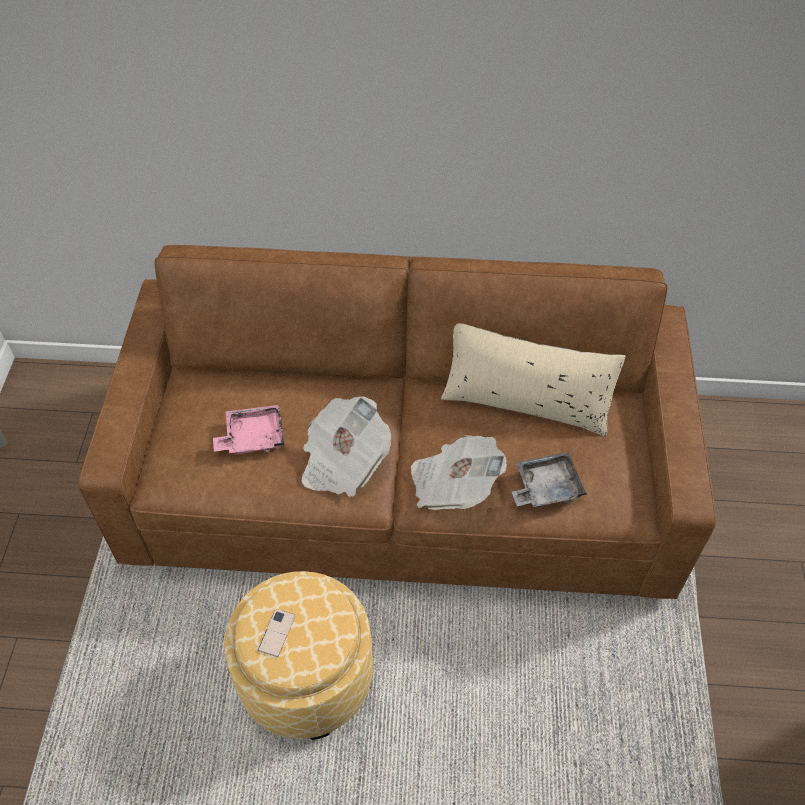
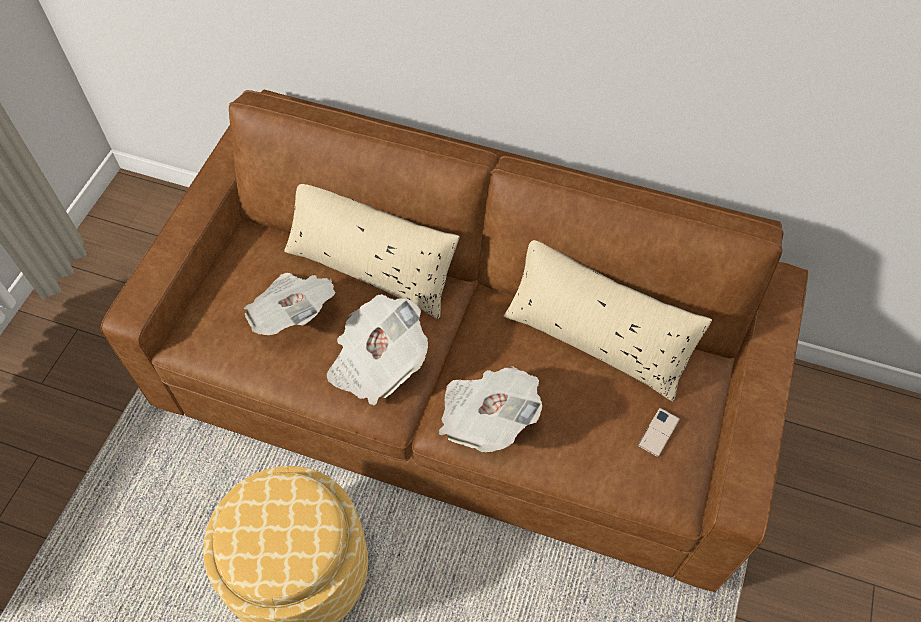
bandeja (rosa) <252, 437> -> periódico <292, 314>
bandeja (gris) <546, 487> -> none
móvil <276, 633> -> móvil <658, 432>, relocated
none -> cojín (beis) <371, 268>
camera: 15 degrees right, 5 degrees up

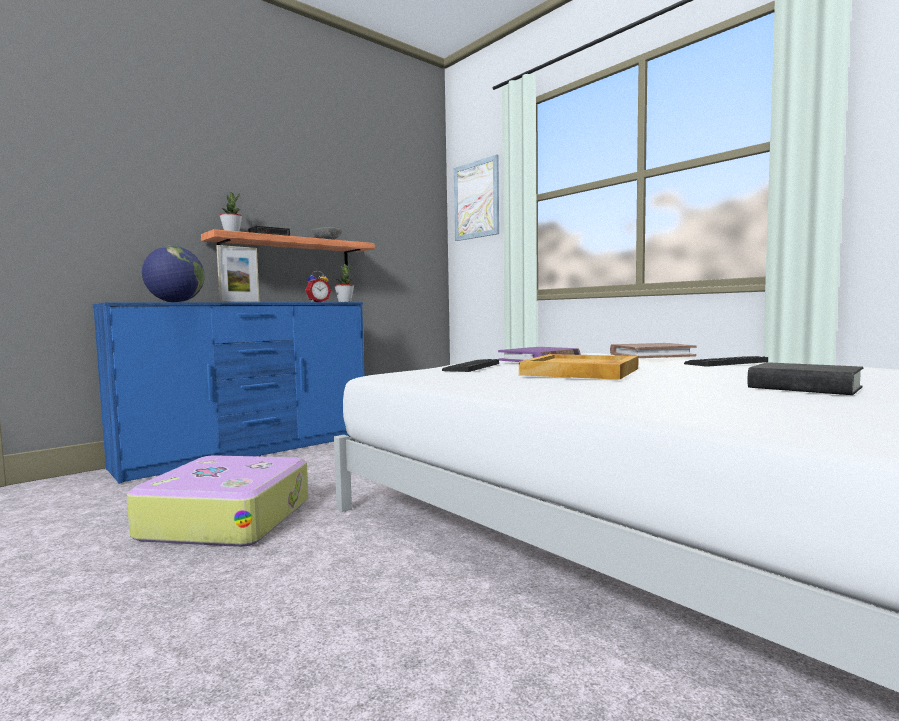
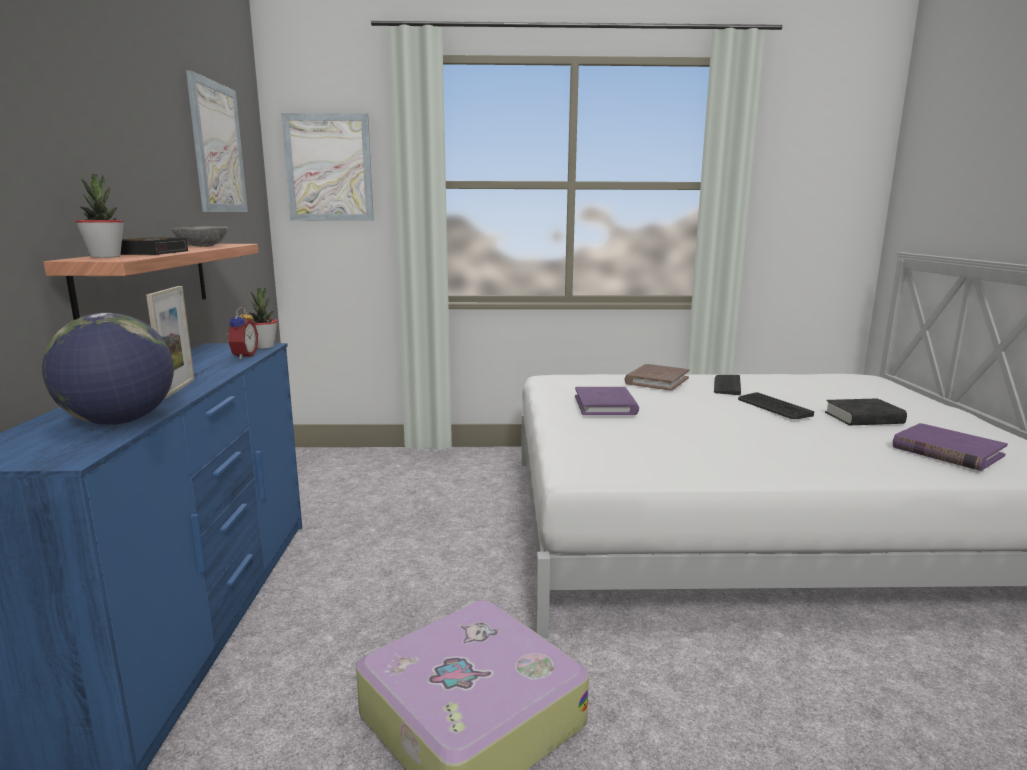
bandeja (beis) <581, 372> -> none
teclado <471, 367> -> teclado <773, 407>, relocated
none -> cuadro <217, 148>
none -> libro (morado) <946, 451>
camera: 50 degrees left, 10 degrees up

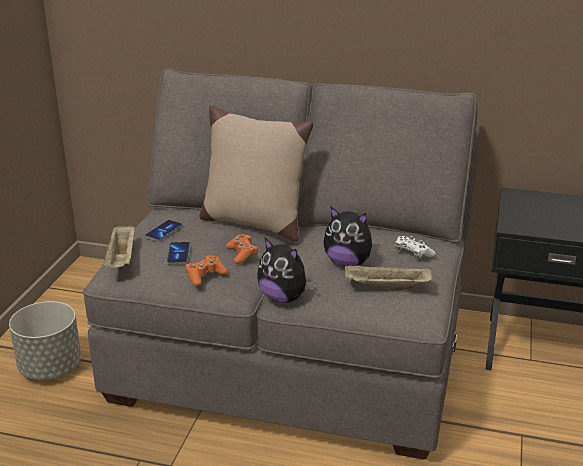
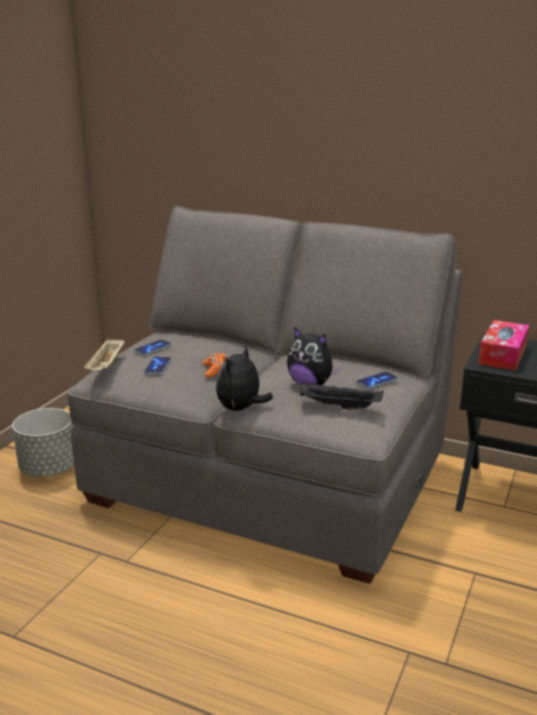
cojín (beis) <253, 222> -> none
mando de consola (blanco) <413, 253> -> móvil <377, 381>
peluche <284, 298> -> peluche <241, 409>, 75 degrees clockwise
mando de consola (naranja) <205, 276> -> none
bandeja (beis) <386, 288> -> bandeja (negro) <338, 407>
none -> caja de pañuelos <502, 355>
camera: 10 degrees right, 5 degrees down

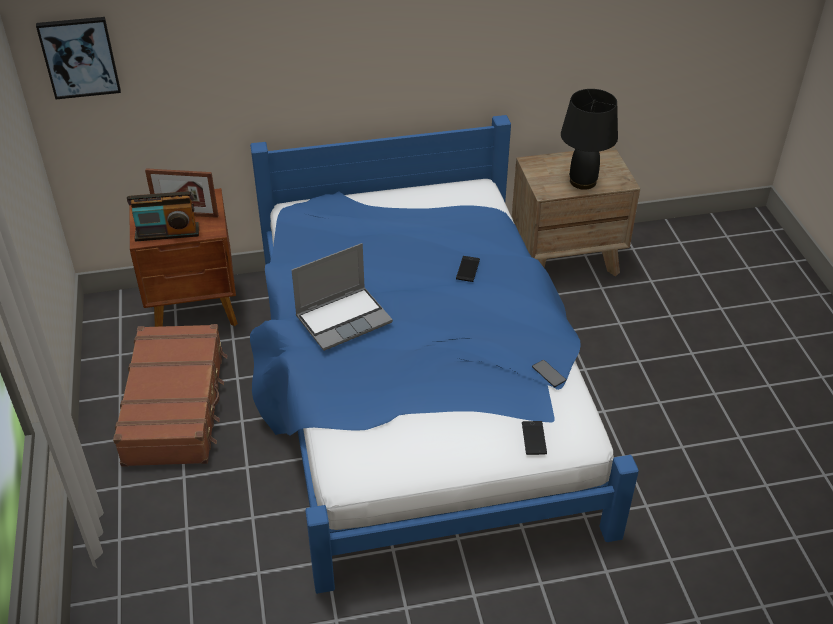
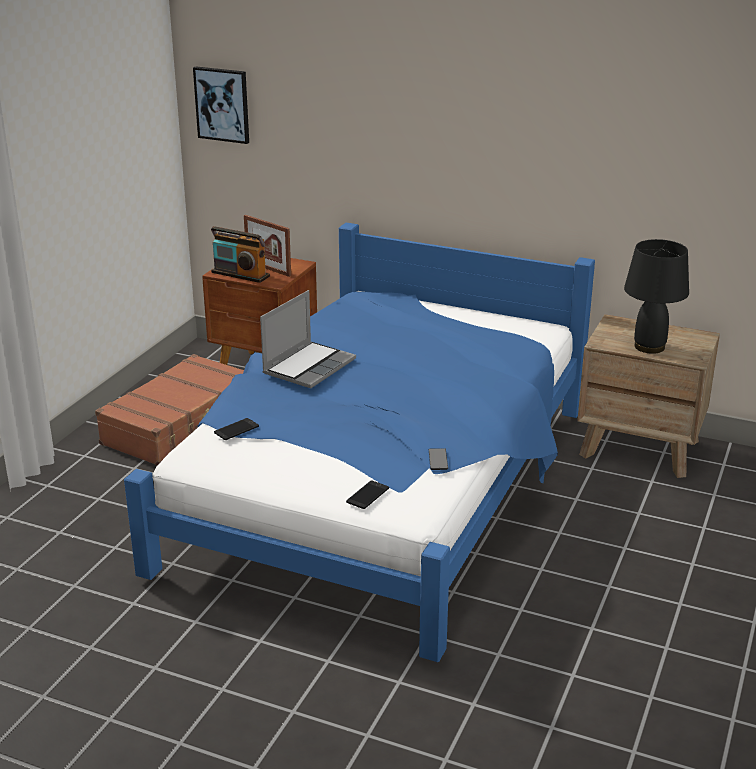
portátil <344, 318> -> portátil <309, 366>, 60 degrees counterclockwise
móvil <468, 269> -> móvil <236, 429>, relocated
camera: 35 degrees right, 15 degrees down

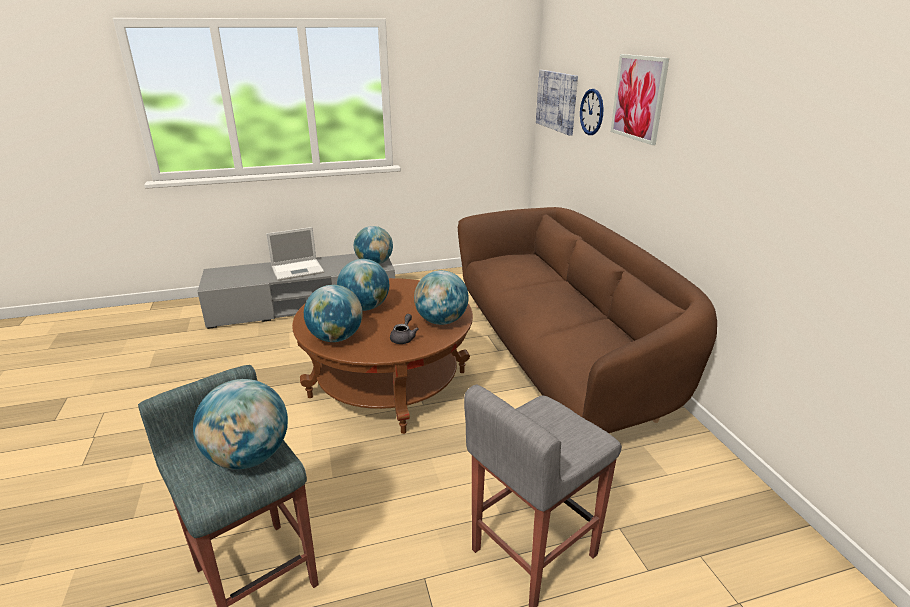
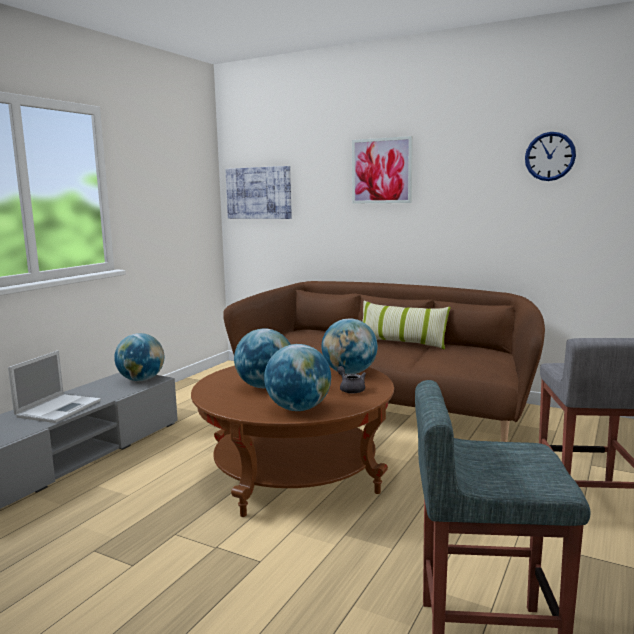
reloj de pared <592, 112> -> reloj de pared <550, 156>, relocated
globo terráqueo <248, 457> -> none
none -> cojín <401, 343>
camera: 45 degrees left, 15 degrees down

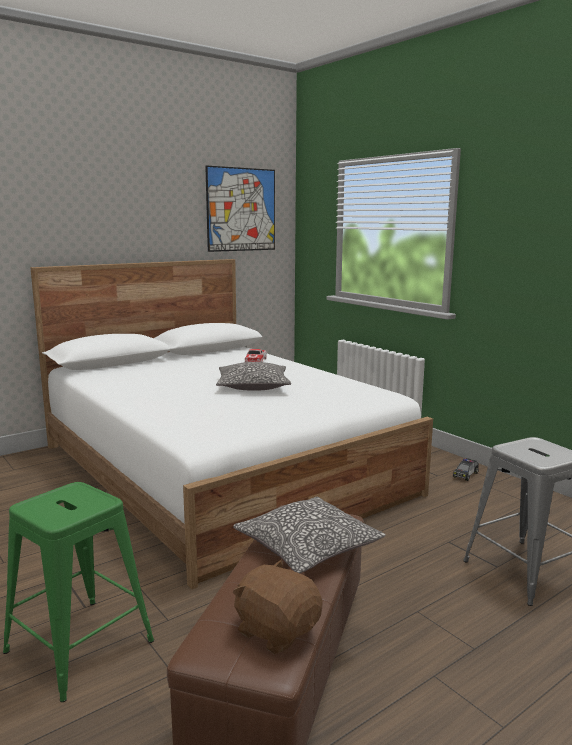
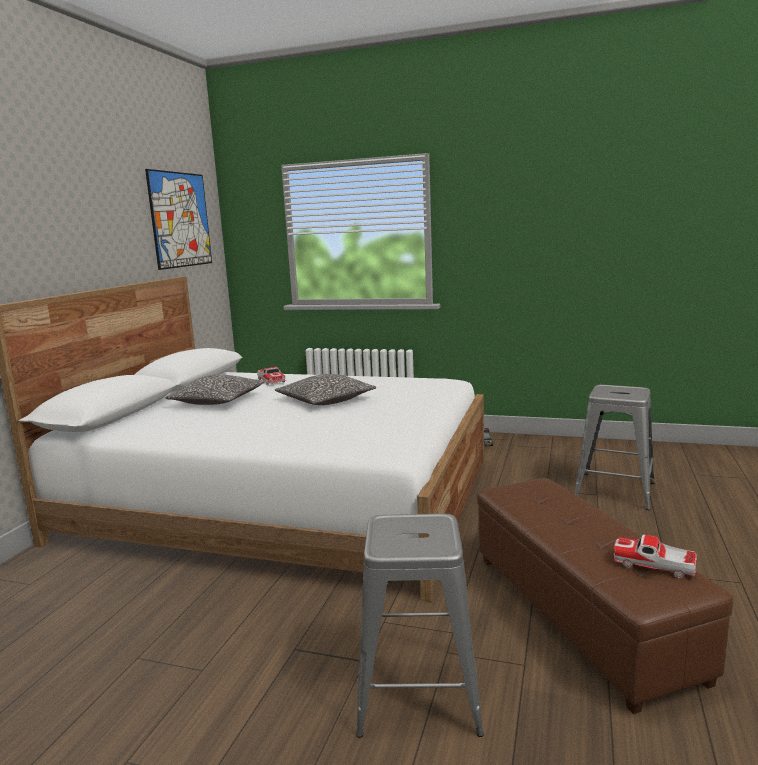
taburete (verde) <80, 646> -> taburete (gris) <419, 690>
cojín <308, 547> -> cojín <218, 401>, relocated
peluche (marrón) <277, 630> -> coche de juguete <654, 565>
camera: 35 degrees left, 0 degrees up

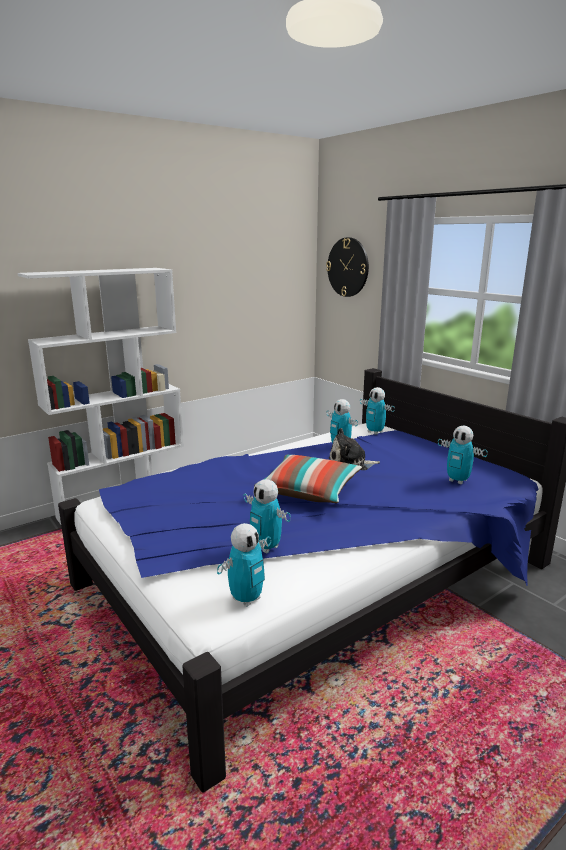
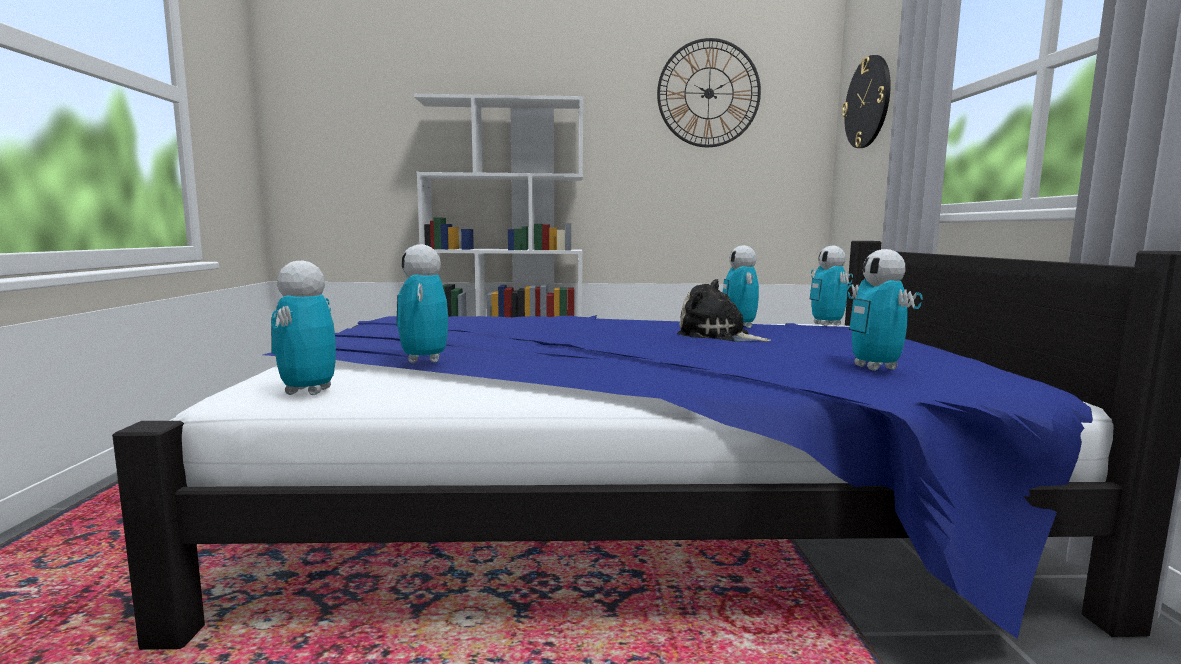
cojín <309, 491> -> none
robot de juguete <246, 599> -> robot de juguete <308, 391>, 105 degrees clockwise
none -> reloj de pared <708, 93>
camera: 35 degrees right, 10 degrees down

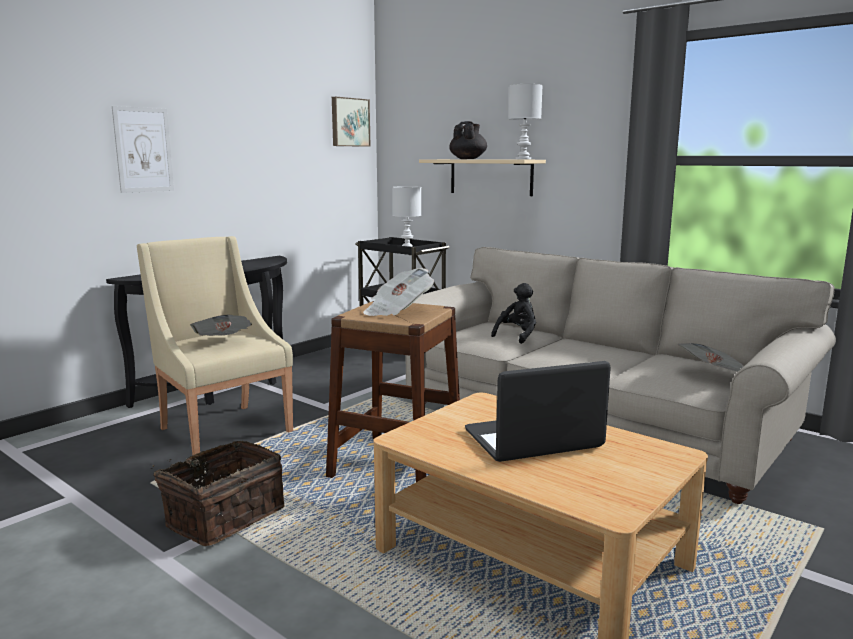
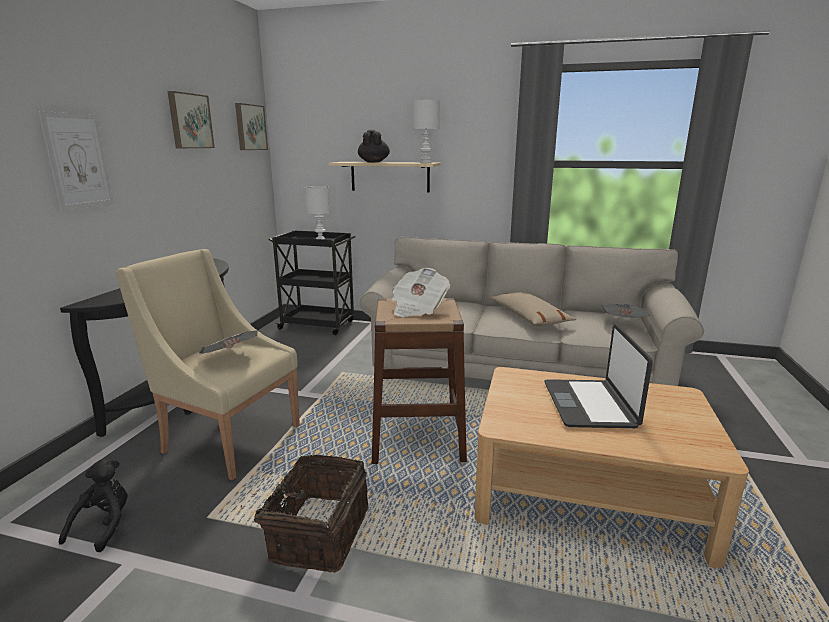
peluche (negro) <517, 336> -> peluche (negro) <104, 526>, relocated
portátil <533, 440> -> portátil <590, 404>, 45 degrees counterclockwise
none -> cuadro <189, 121>
none -> cojín (beis) <529, 317>
camera: 25 degrees left, 5 degrees up

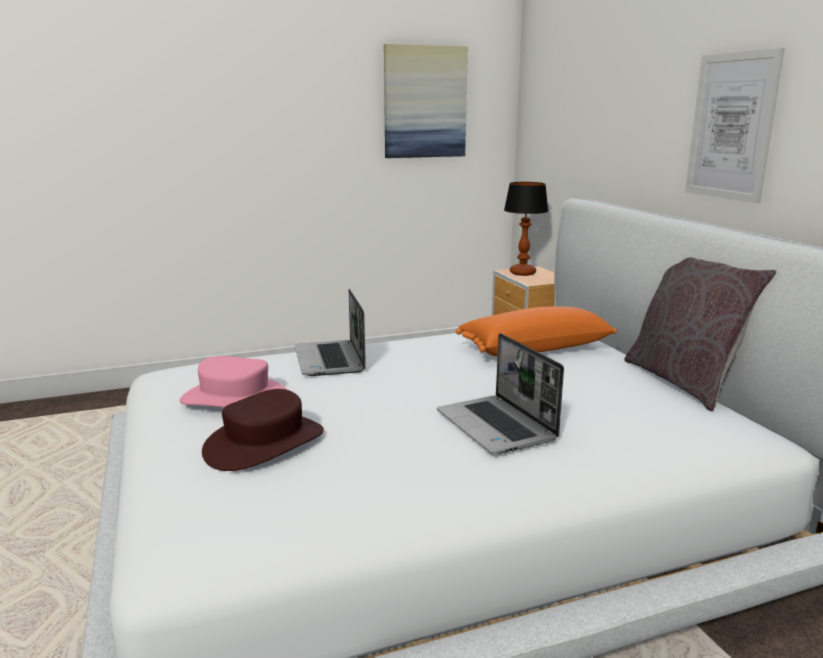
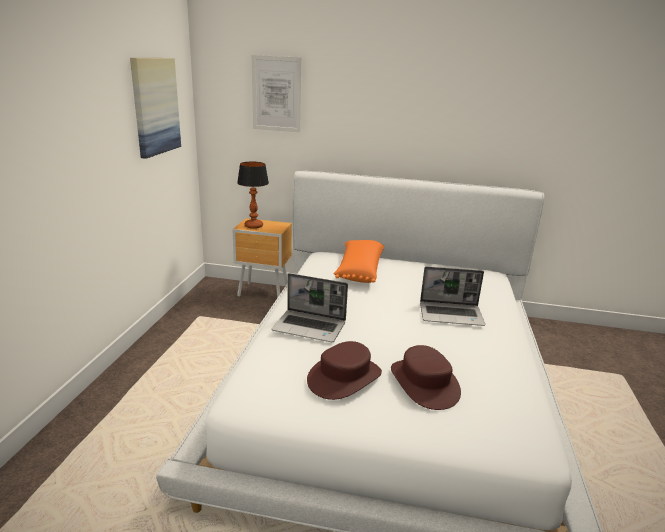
cuadro <731, 126> -> cuadro <276, 94>, relocated
cojín (gris) <683, 381> -> none
sombrero (rosa) <235, 399> -> sombrero (marrón) <344, 377>
camera: 60 degrees left, 5 degrees up

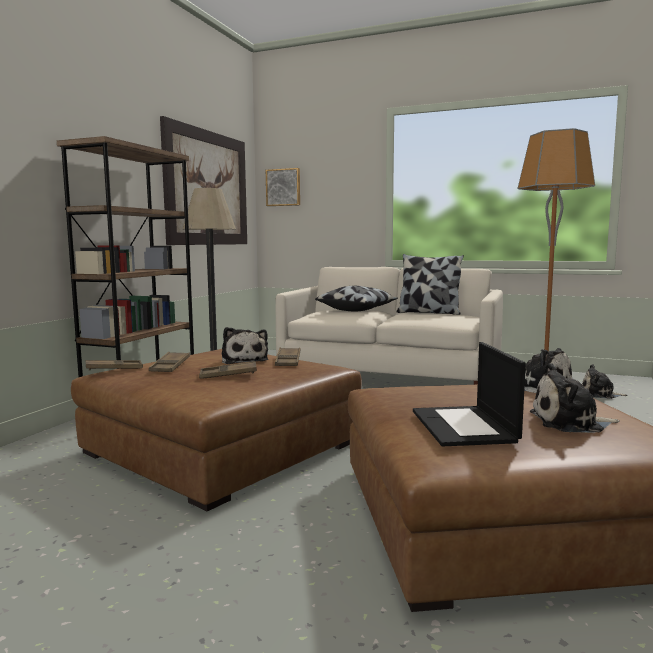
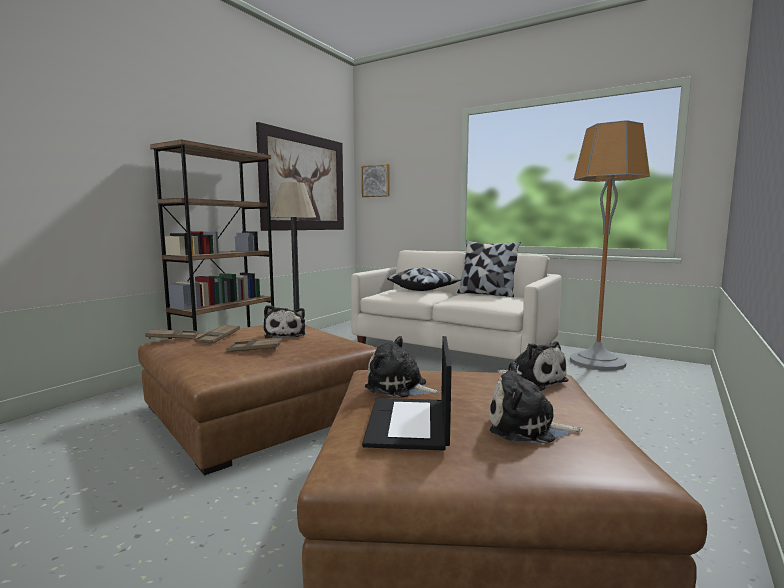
bandeja (marrón) <288, 361> -> none
peluche <600, 394> -> peluche <399, 387>, relocated
camera: 10 degrees right, 0 degrees up

